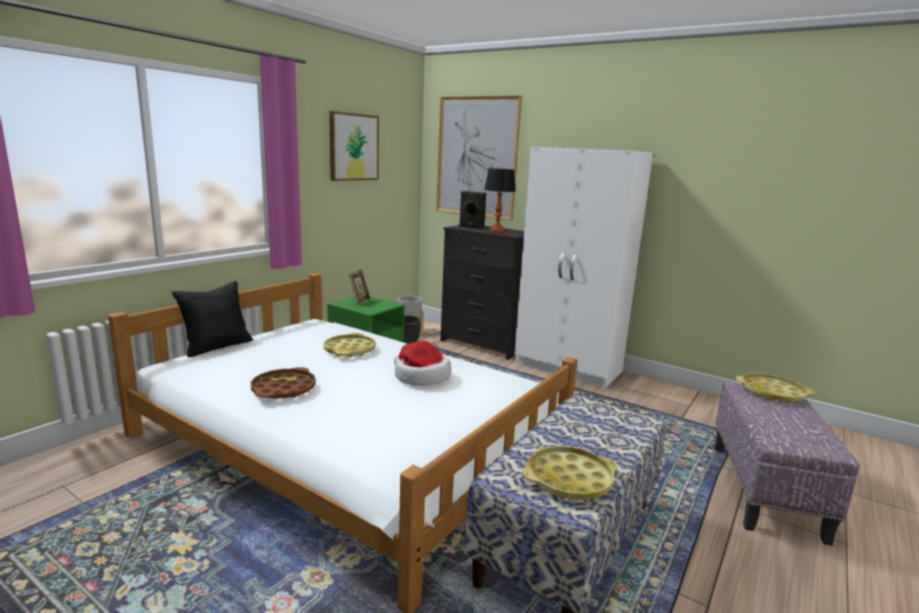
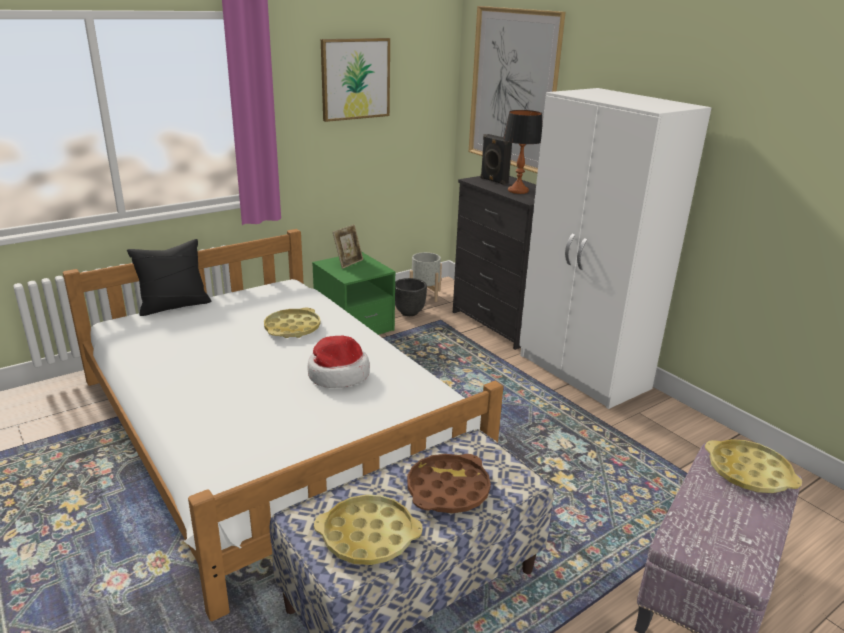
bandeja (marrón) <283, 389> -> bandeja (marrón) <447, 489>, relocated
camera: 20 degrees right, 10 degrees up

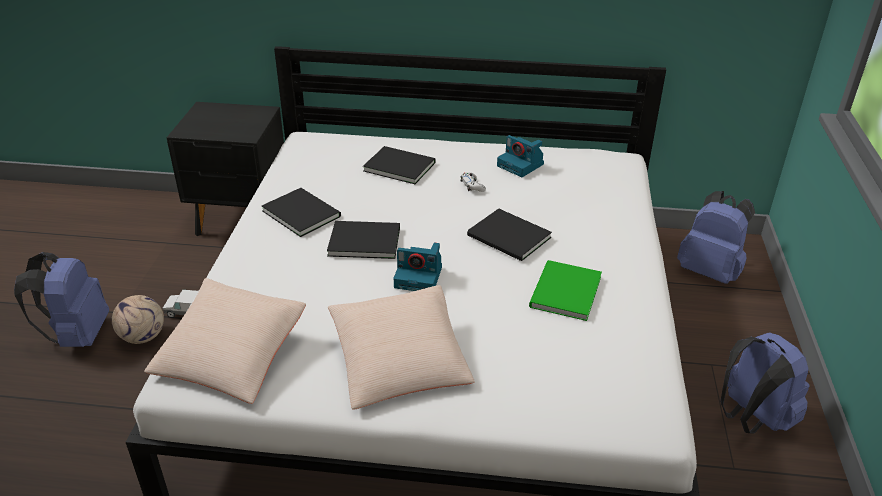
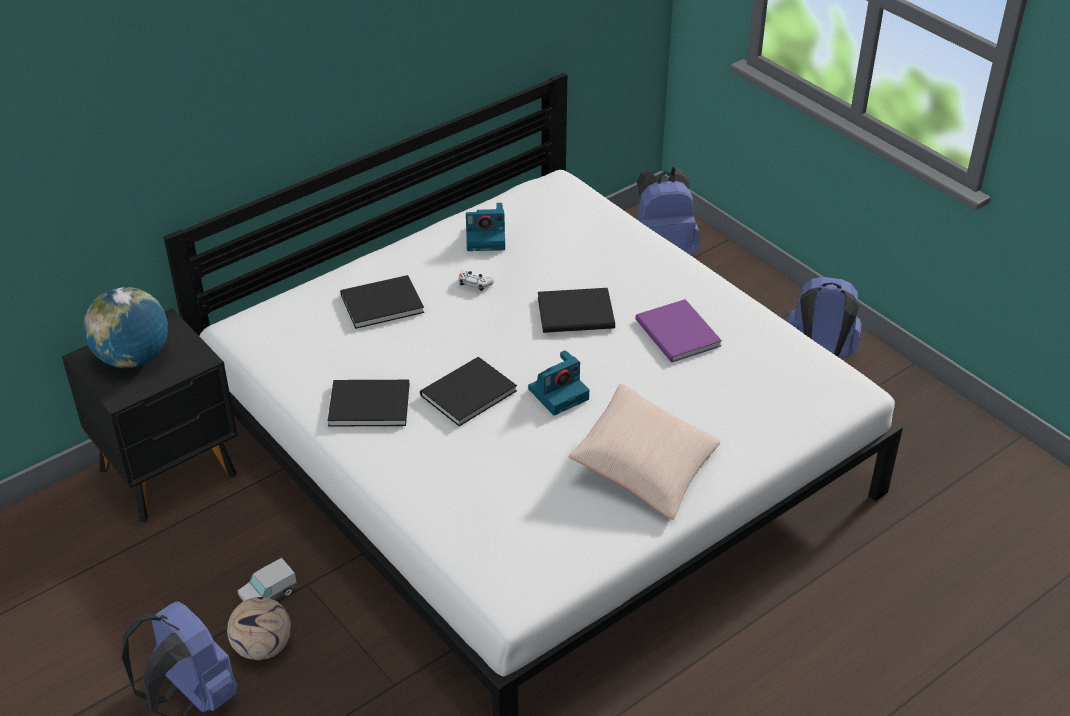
libro (verde) <563, 293> -> libro (morado) <677, 335>
cojín (beis) <230, 355> -> none
none -> globo terráqueo <133, 358>
camera: 45 degrees left, 5 degrees up

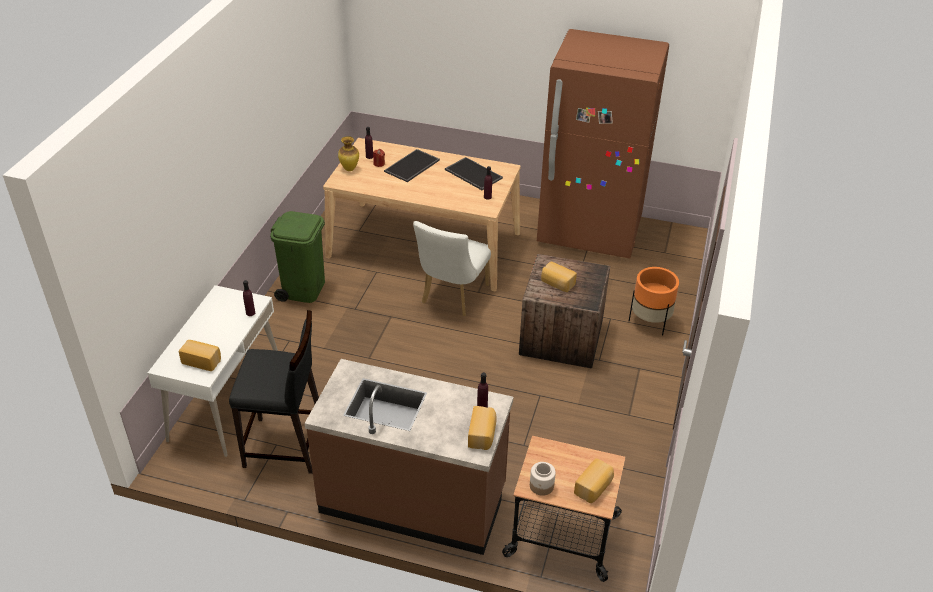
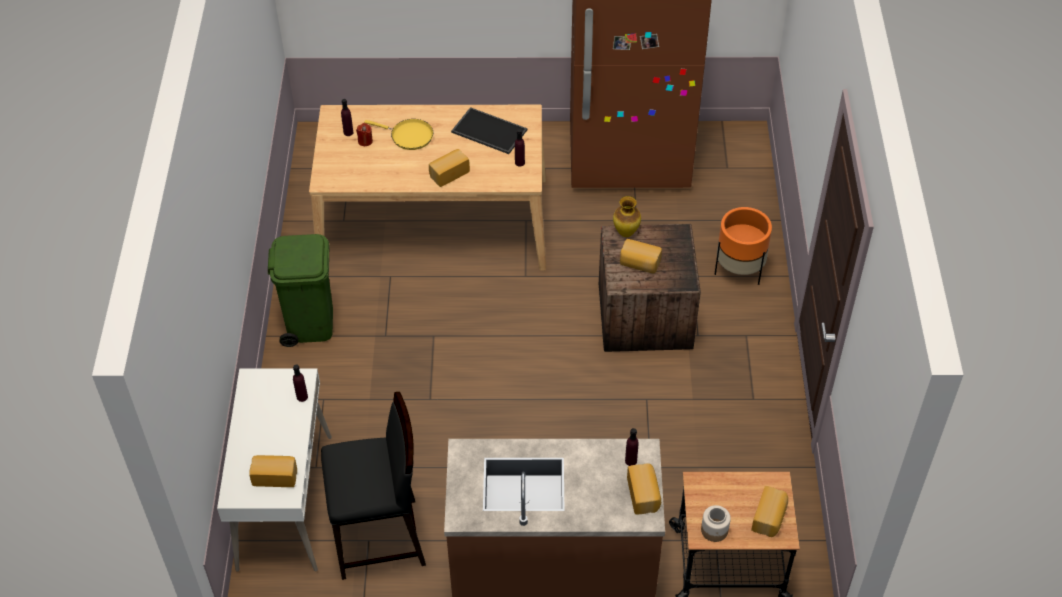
florero <349, 169> -> florero <625, 233>, relocated
bandeja <412, 166> -> sartén (amarillo) <409, 136>
silla (blanco) <452, 297> -> none
none -> pan <448, 173>
camera: 15 degrees left, 10 degrees up

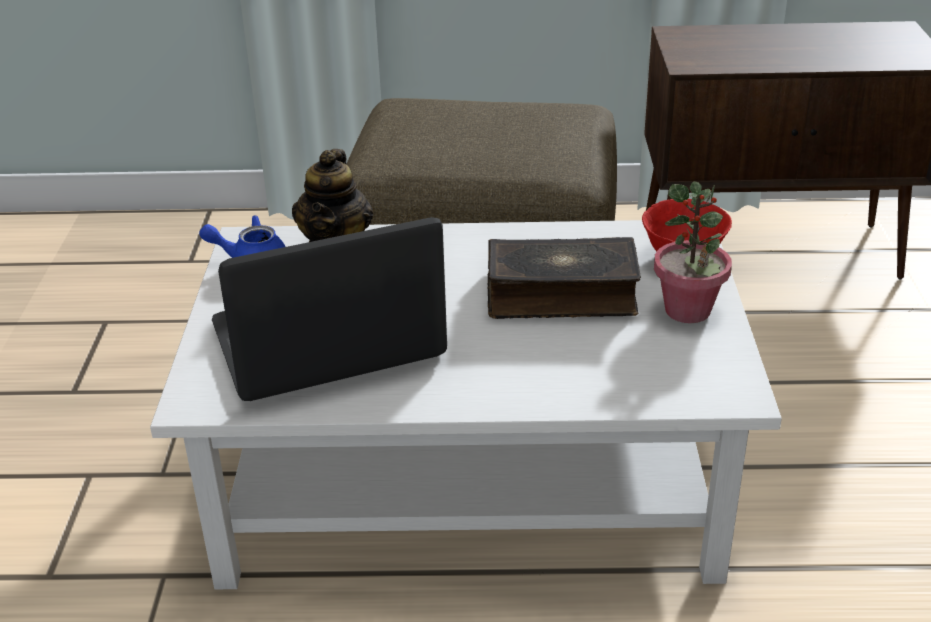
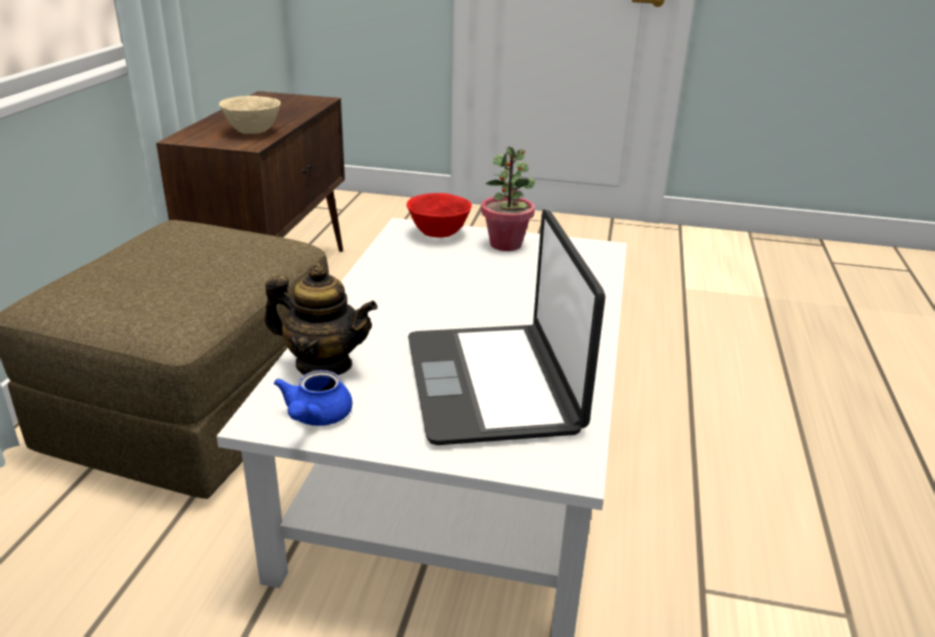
libro <561, 294> -> none
none -> cuenco (beis) <253, 132>
camera: 80 degrees left, 5 degrees down

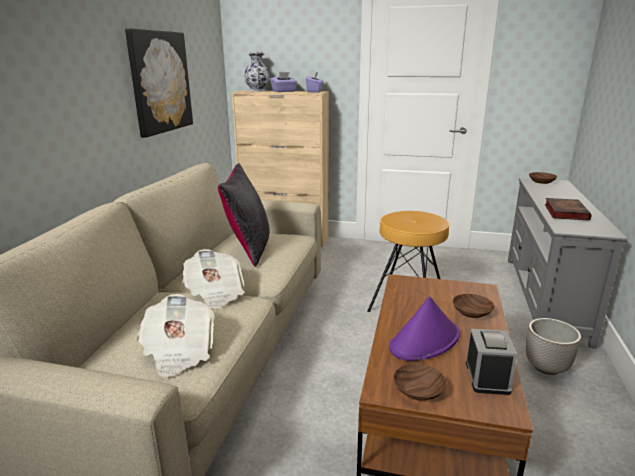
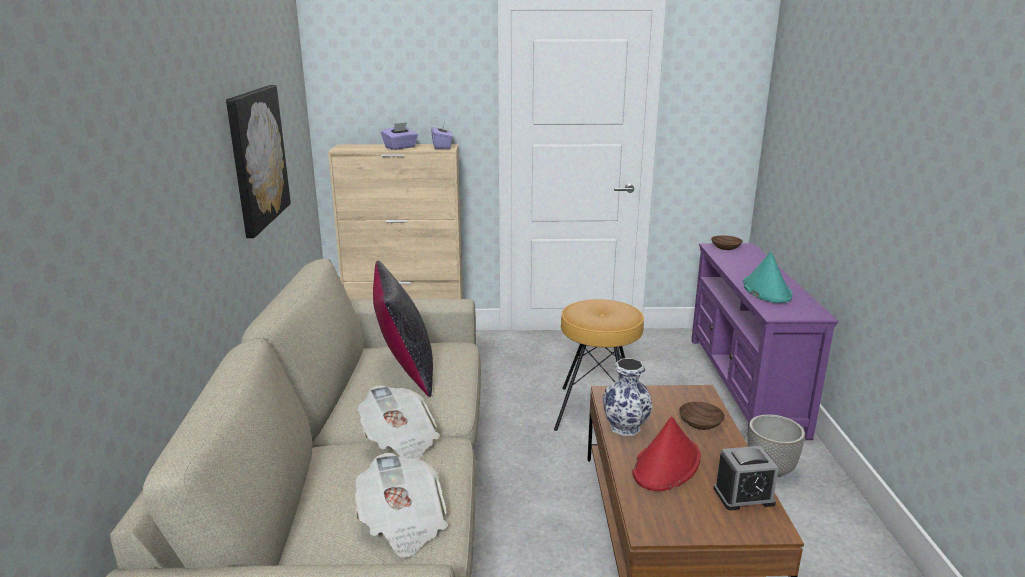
florero <258, 91> -> florero <626, 427>, relocated
mueble de televisión (gris) <545, 297> -> mueble de televisión (morado) <745, 385>
libro <564, 212> -> sombrero (turquesa) <766, 290>
sombrero (morado) <425, 341> -> sombrero (rojo) <666, 465>
despertador <487, 377> -> despertador <743, 496>, 90 degrees clockwise
cuenco (marrón) <419, 390> -> none
camera: 15 degrees left, 0 degrees up

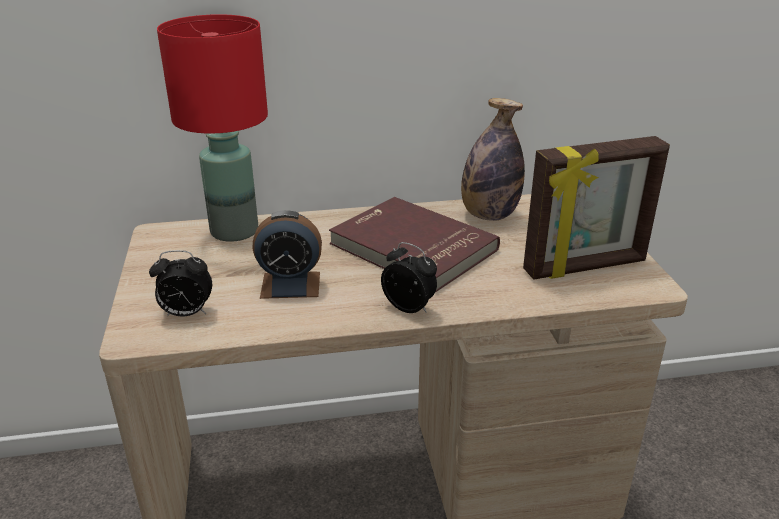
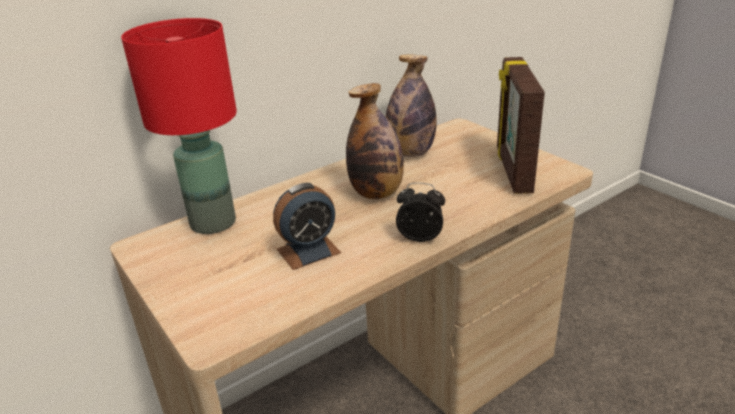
portarretratos <585, 267> -> portarretratos <512, 171>, 135 degrees clockwise
libro (rojo) <411, 248> -> botella <377, 193>
despertador <186, 314> -> none
camera: 25 degrees left, 0 degrees up

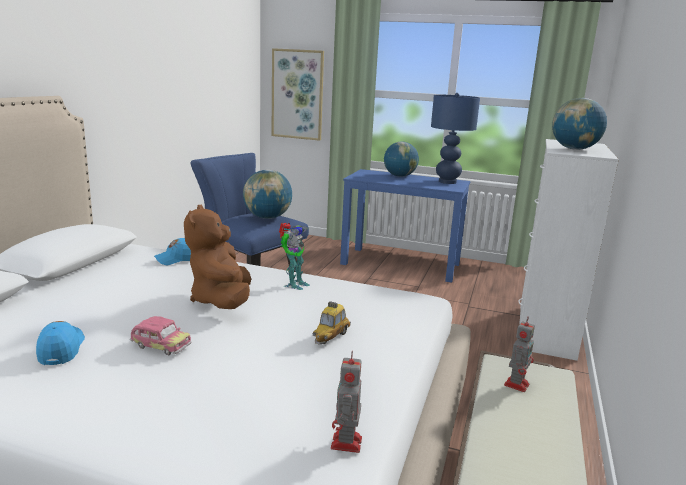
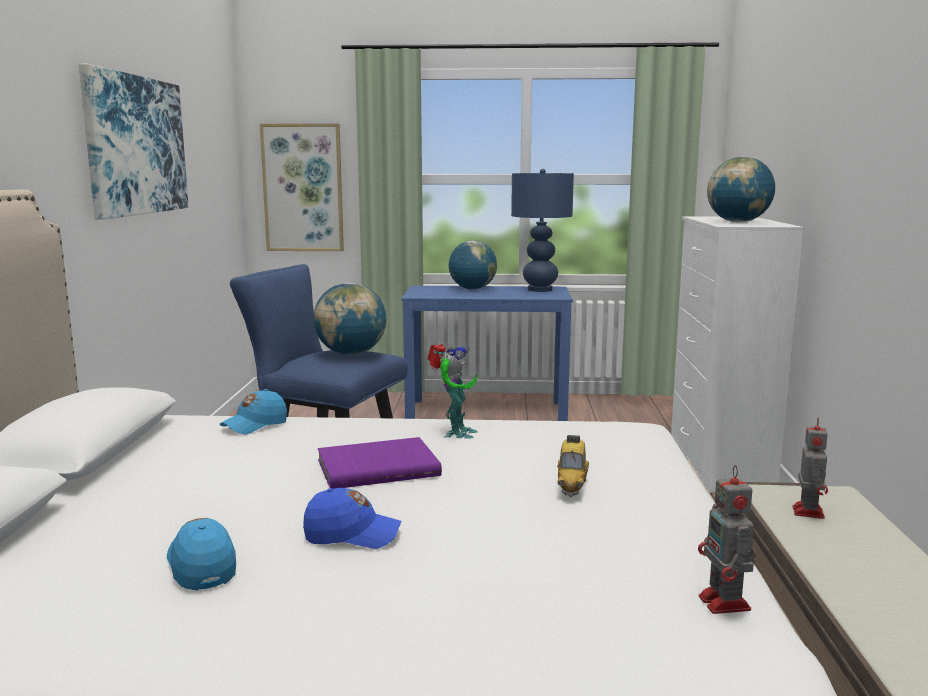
peluche (marrón) <222, 301> -> libro (morado) <377, 467>
coche de juguete <160, 346> -> gorra (azul) <352, 535>
none -> cuadro <136, 145>
camera: 15 degrees left, 5 degrees down

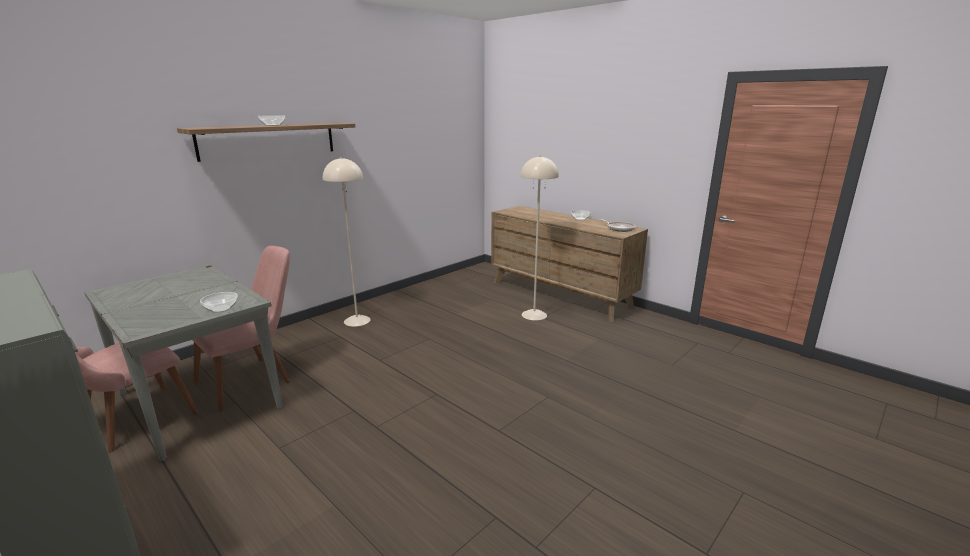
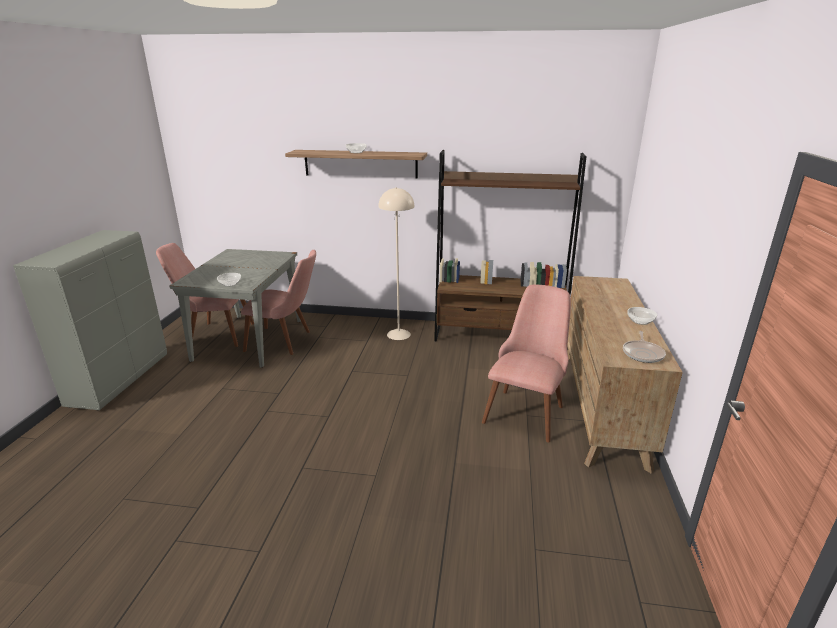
lámpara de pie (beis) <534, 314> -> silla (rosa) <527, 408>
none -> estantería (marrón) <498, 336>
camera: 55 degrees right, 5 degrees up

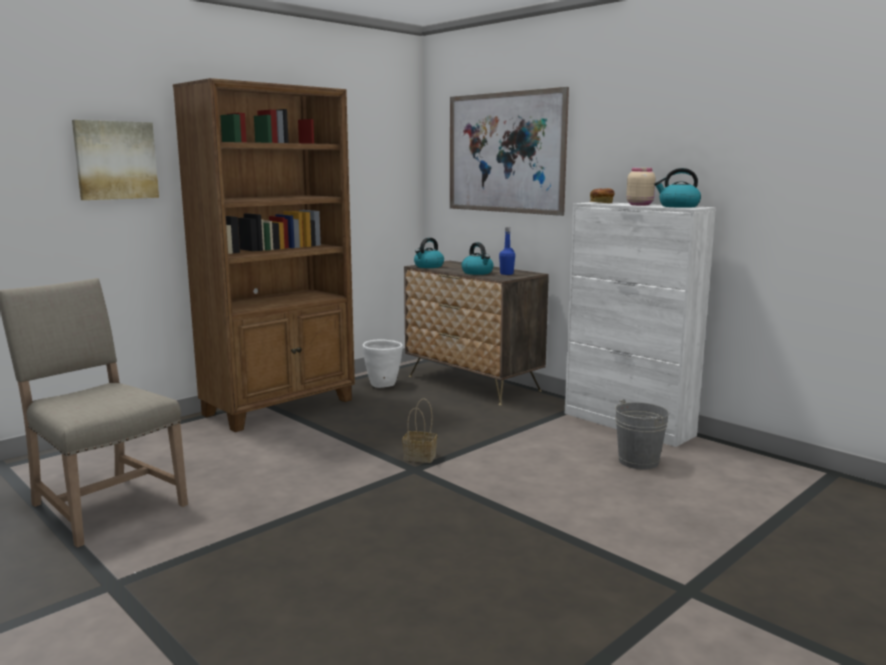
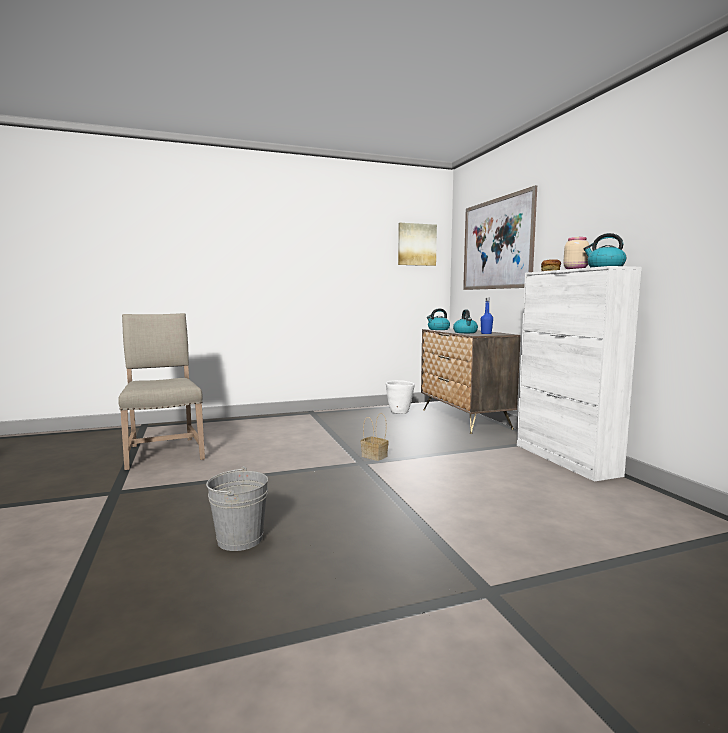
estantería (marrón) <281, 407> -> none
cuadro <116, 160> -> cuadro <416, 244>, relocated
cubo (gris) <638, 461> -> cubo (gris) <240, 539>, relocated
camera: 25 degrees right, 5 degrees down

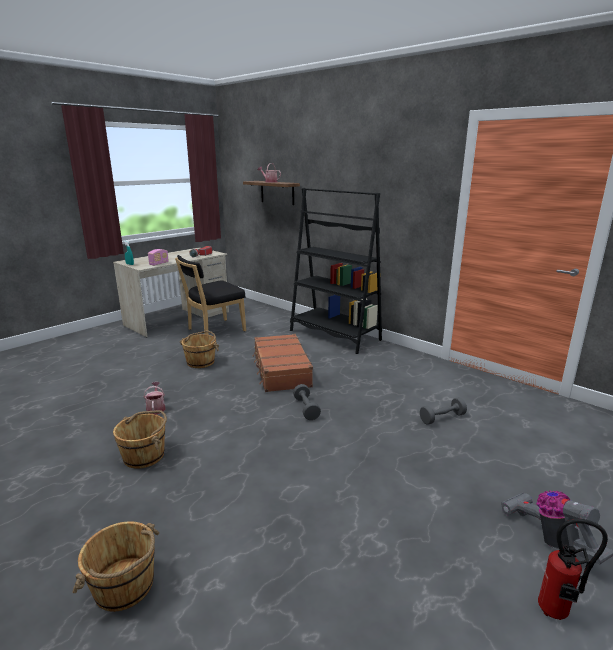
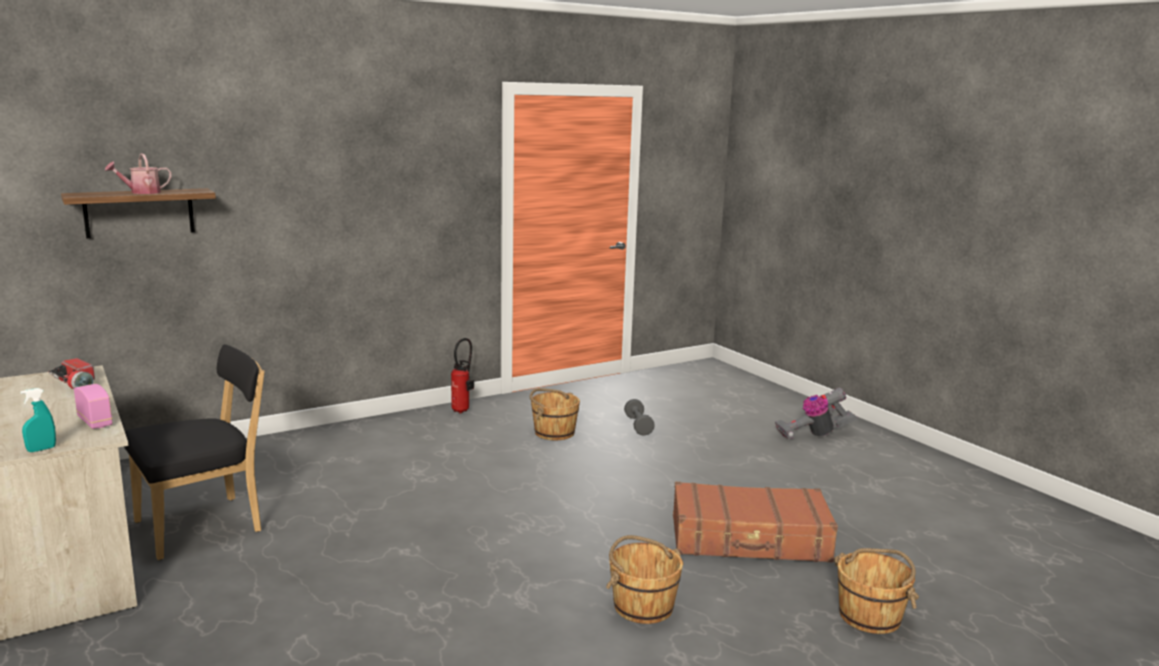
estantería (negro) <334, 335> -> none
silla (negro) <214, 331> -> silla (negro) <205, 525>, 105 degrees counterclockwise
cubo (marrón) <201, 362> -> cubo (marrón) <553, 432>, relocated
maleta (marrón) <281, 371> -> maleta (marrón) <750, 539>, relocated
regadera <156, 408> -> none
mancuerna (gris) <306, 409> -> none
extintor <557, 613> -> extintor <463, 410>, relocated
camera: 75 degrees left, 5 degrees down

